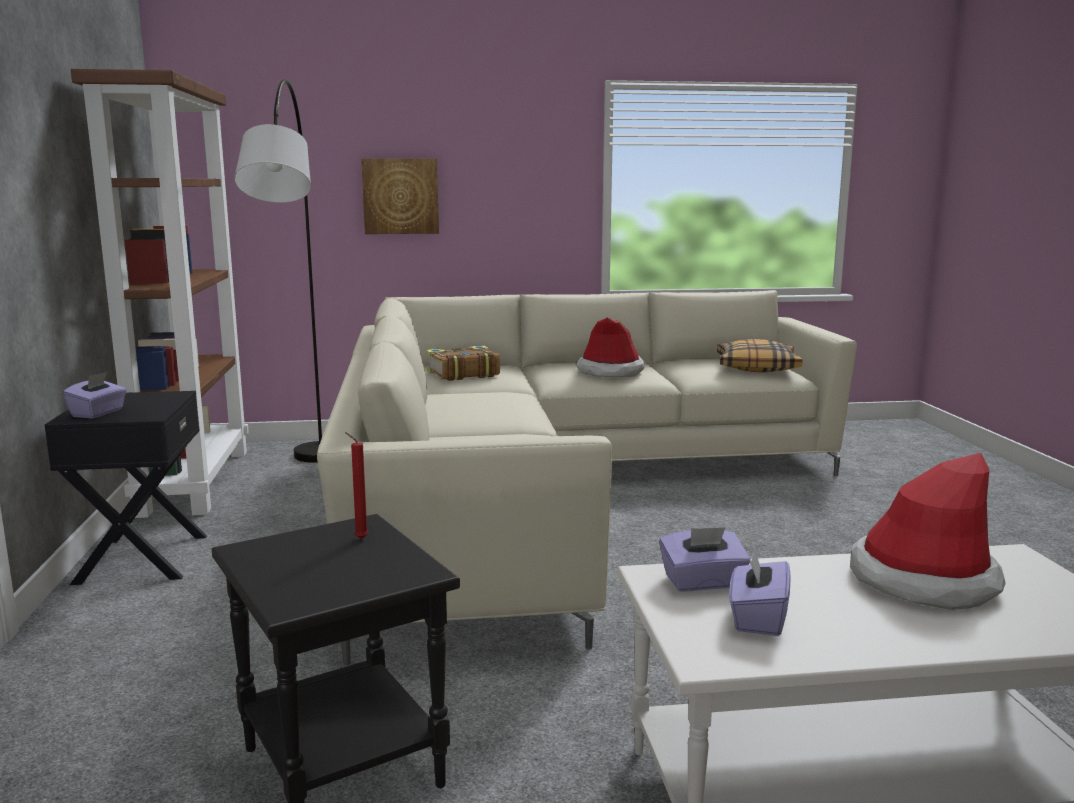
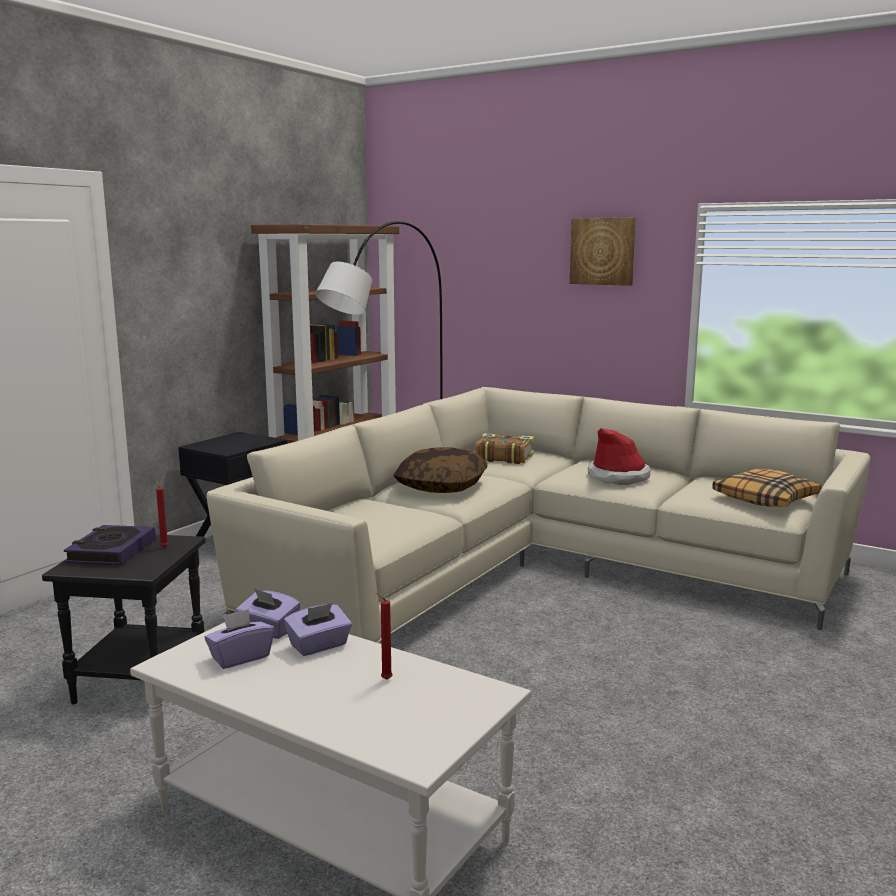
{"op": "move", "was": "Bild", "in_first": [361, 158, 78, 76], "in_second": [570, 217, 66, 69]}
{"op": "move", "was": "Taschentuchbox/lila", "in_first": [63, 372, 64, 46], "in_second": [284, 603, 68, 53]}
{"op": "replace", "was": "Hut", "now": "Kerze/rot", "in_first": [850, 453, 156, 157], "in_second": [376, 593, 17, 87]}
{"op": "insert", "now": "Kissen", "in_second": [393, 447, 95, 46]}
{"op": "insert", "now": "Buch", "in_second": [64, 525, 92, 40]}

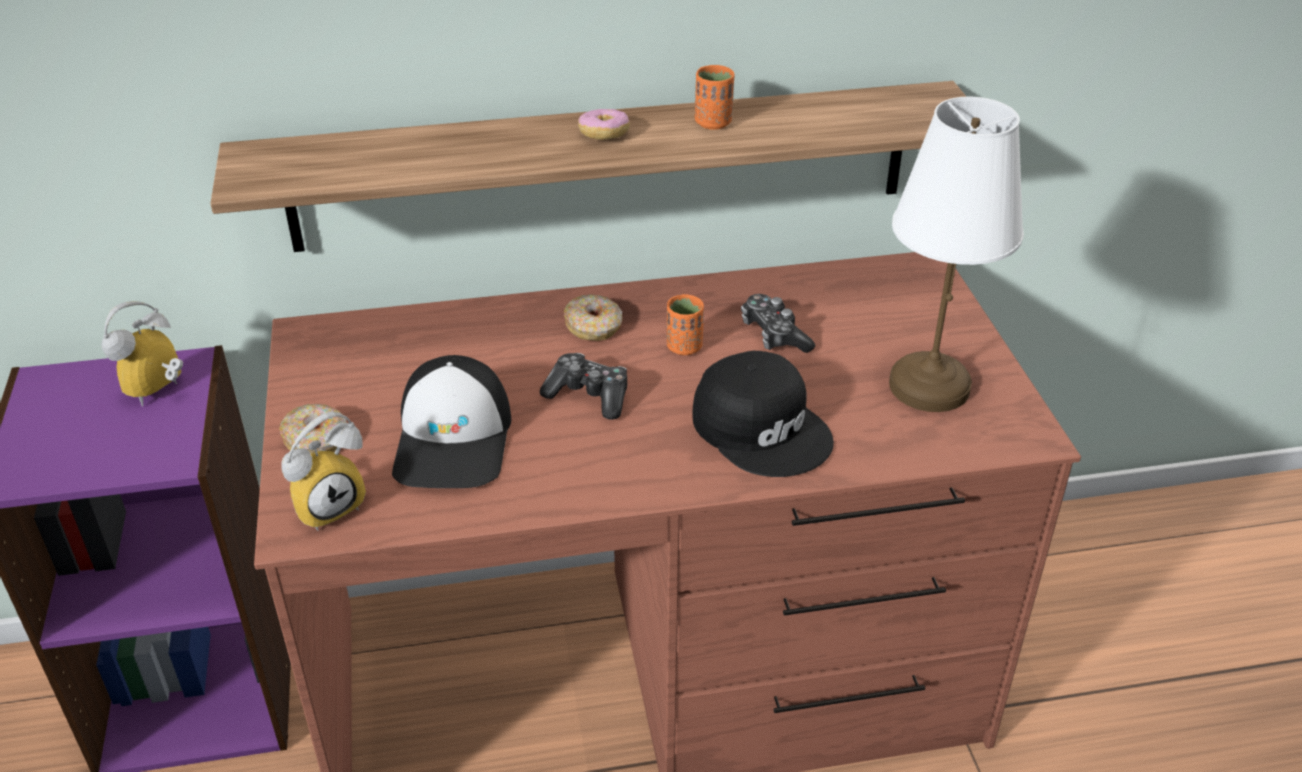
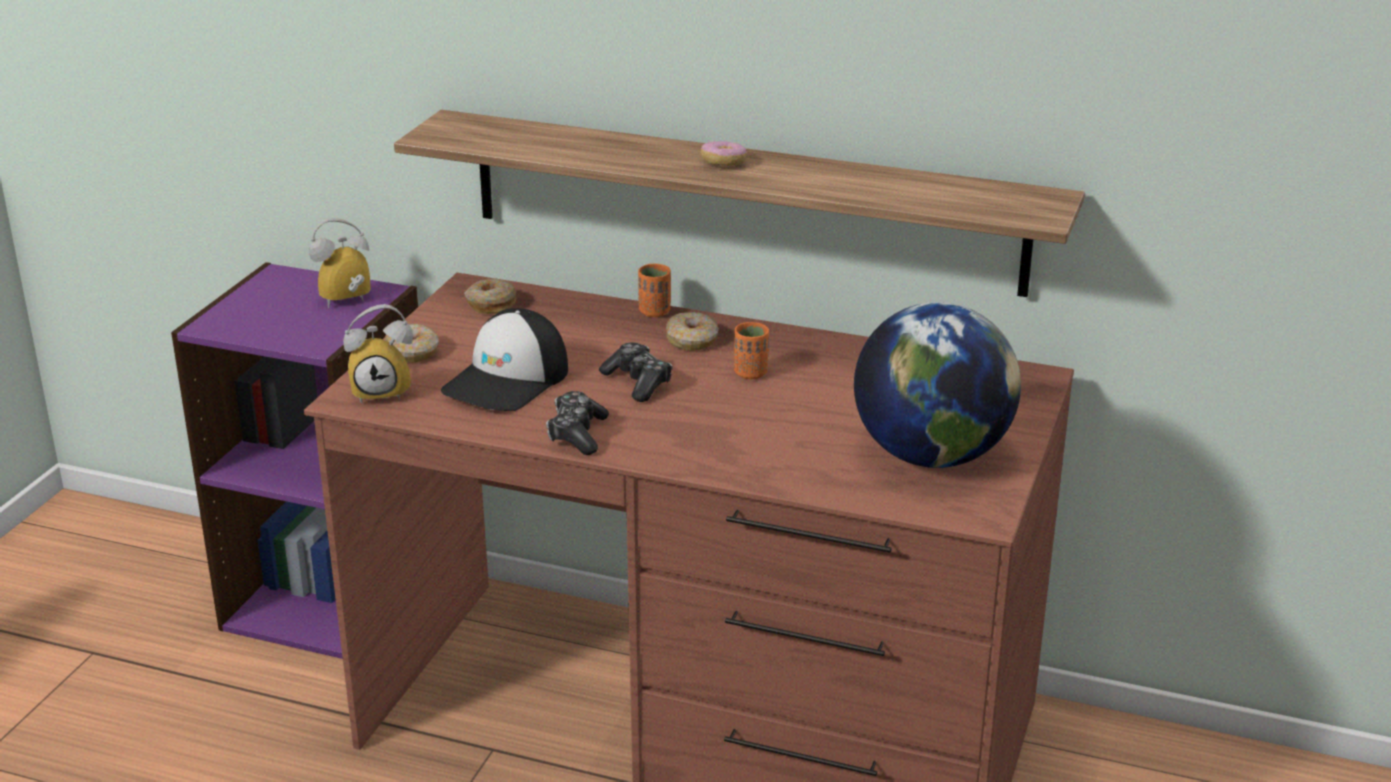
{"op": "move", "was": "Tasse/orange", "in_first": [695, 65, 40, 65], "in_second": [638, 264, 33, 53]}
{"op": "replace", "was": "Tischlampe/weiß", "now": "Globus", "in_first": [889, 97, 135, 315], "in_second": [854, 302, 167, 166]}
{"op": "move", "was": "Gamepad", "in_first": [741, 294, 74, 59], "in_second": [546, 391, 63, 64]}
{"op": "delete", "was": "Kappe/schwarz", "in_first": [692, 351, 142, 126]}
{"op": "insert", "now": "Donut", "in_second": [464, 279, 53, 35]}

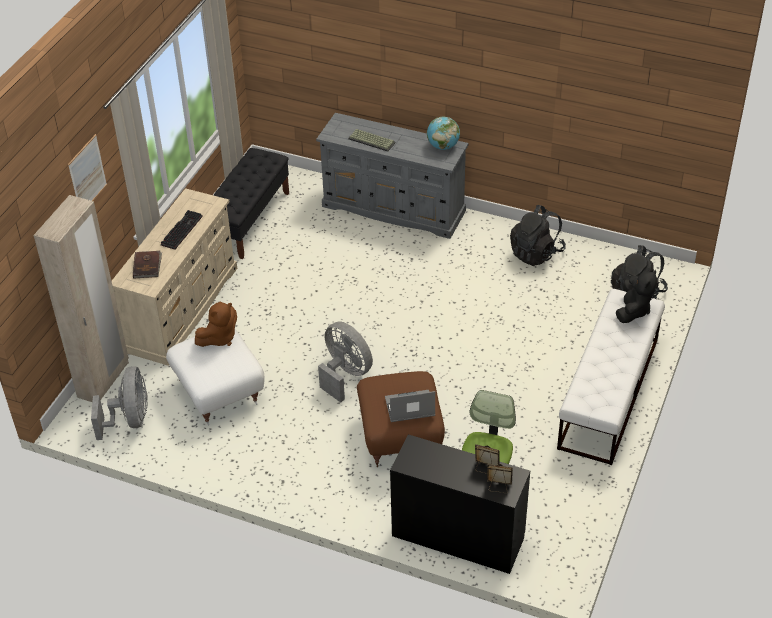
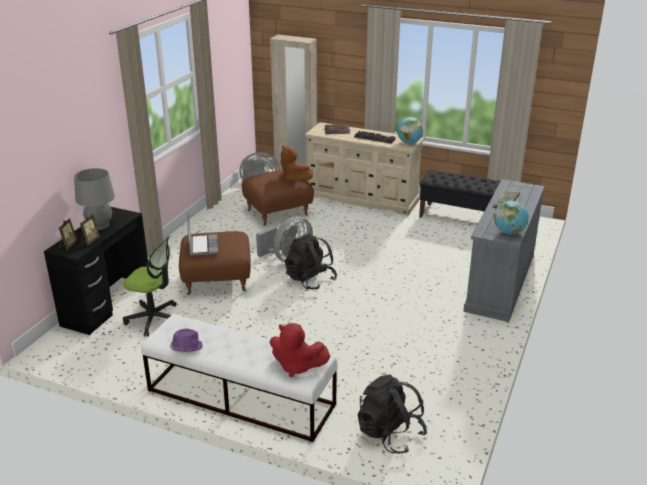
{"op": "delete", "was": "Bild", "in_first": [68, 134, 39, 67]}
{"op": "move", "was": "Rucksack/schwarz", "in_first": [510, 205, 56, 61], "in_second": [285, 233, 52, 57]}
{"op": "recolor", "was": "Plüschtier/schwarz", "now": "Plüschtier/rot", "in_first": [616, 269, 41, 54], "in_second": [270, 323, 61, 54]}
{"op": "recolor", "was": "Polsterhocker/weiß", "now": "Polsterhocker/braun", "in_first": [166, 330, 99, 96], "in_second": [242, 169, 72, 57]}
{"op": "insert", "now": "Globus", "in_second": [397, 117, 26, 27]}
{"op": "insert", "now": "Tischlampe/grau", "in_second": [74, 168, 41, 62]}
{"op": "insert", "now": "Hut/lila", "in_second": [170, 328, 33, 24]}

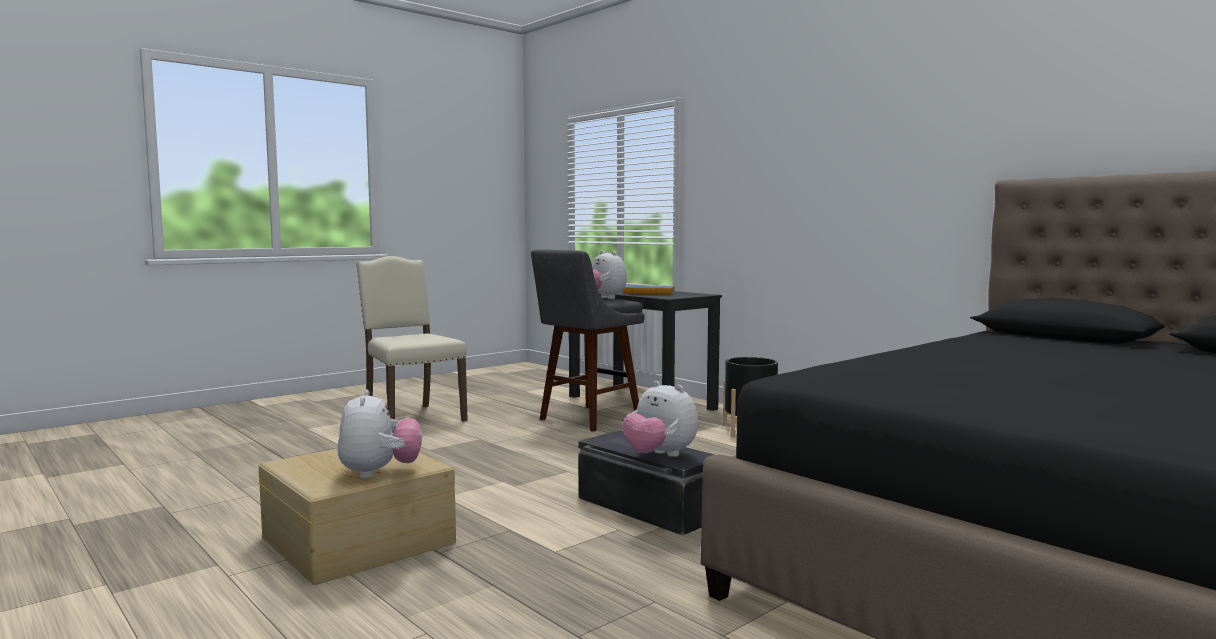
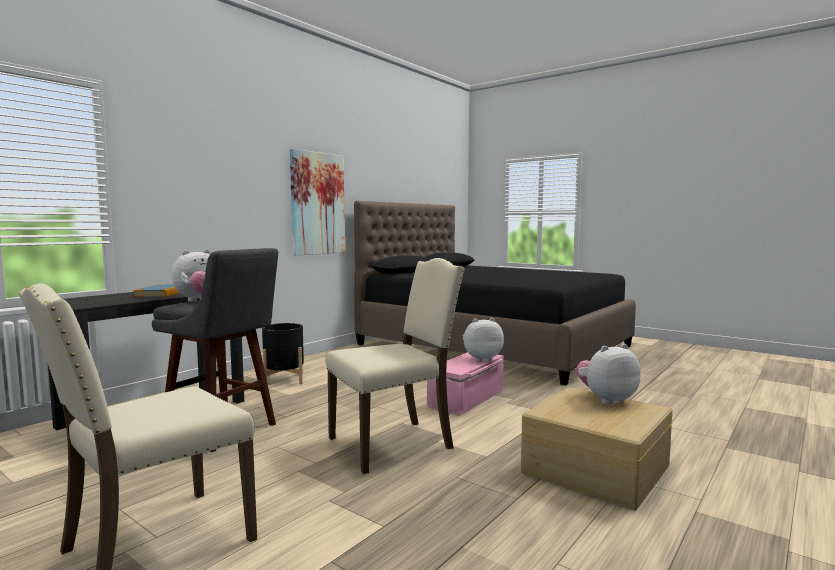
{"op": "rotate", "was": "Plüschtier", "in_first": [622, 381, 76, 76], "in_second": [463, 318, 41, 44], "clockwise": -135}
{"op": "recolor", "was": "Aufbewahrungsbox/schwarz", "now": "Aufbewahrungsbox/rosa", "in_first": [578, 430, 137, 105], "in_second": [427, 352, 77, 63]}
{"op": "insert", "now": "Bild", "in_second": [290, 149, 55, 107]}
{"op": "insert", "now": "Stuhl/beige", "in_second": [326, 258, 139, 216]}

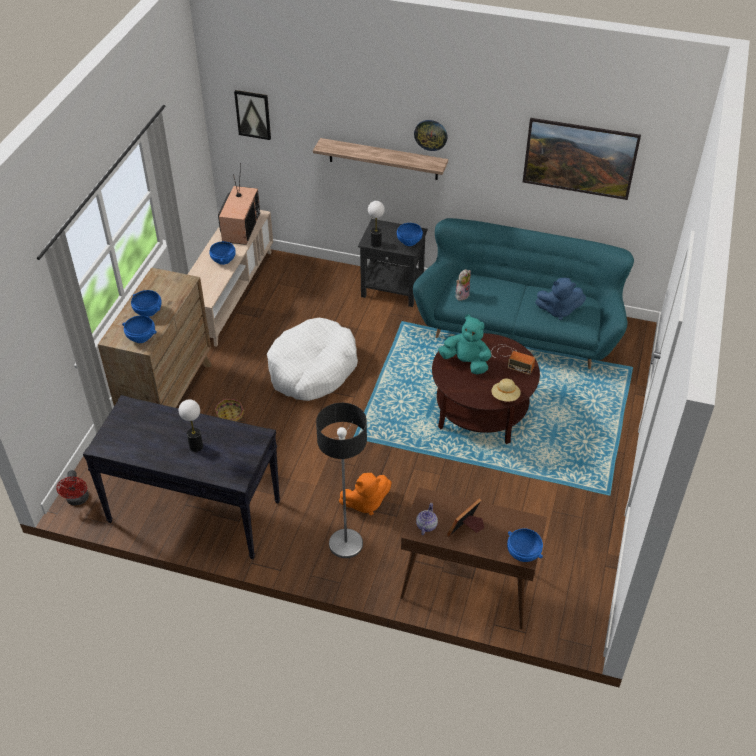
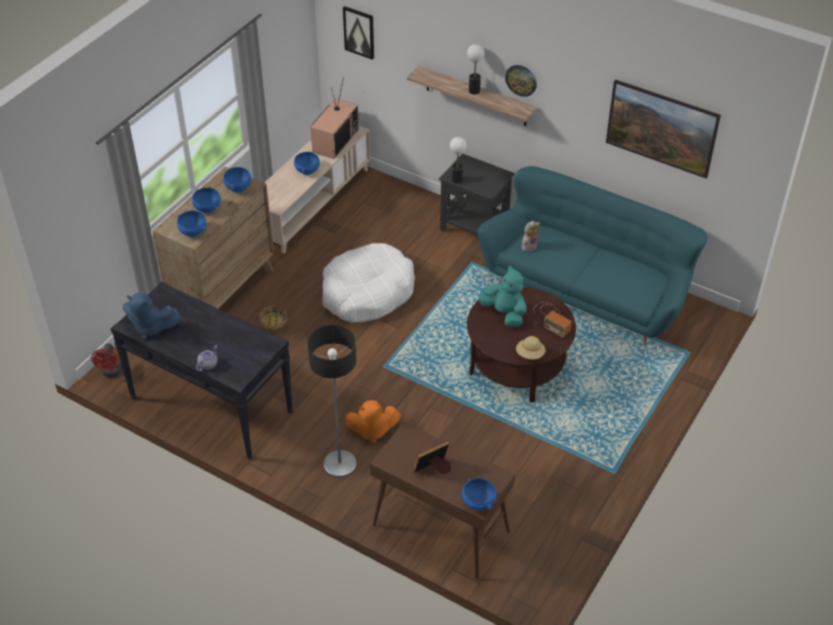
{"op": "move", "was": "Schüssel/blau", "in_first": [397, 223, 26, 23], "in_second": [223, 167, 28, 26]}
{"op": "move", "was": "Plüschtier/blau", "in_first": [535, 278, 51, 42], "in_second": [123, 292, 57, 47]}
{"op": "move", "was": "Tischlampe", "in_first": [179, 399, 24, 53], "in_second": [467, 44, 18, 51]}
{"op": "move", "was": "Teekanne", "in_first": [416, 503, 22, 32], "in_second": [196, 345, 21, 26]}

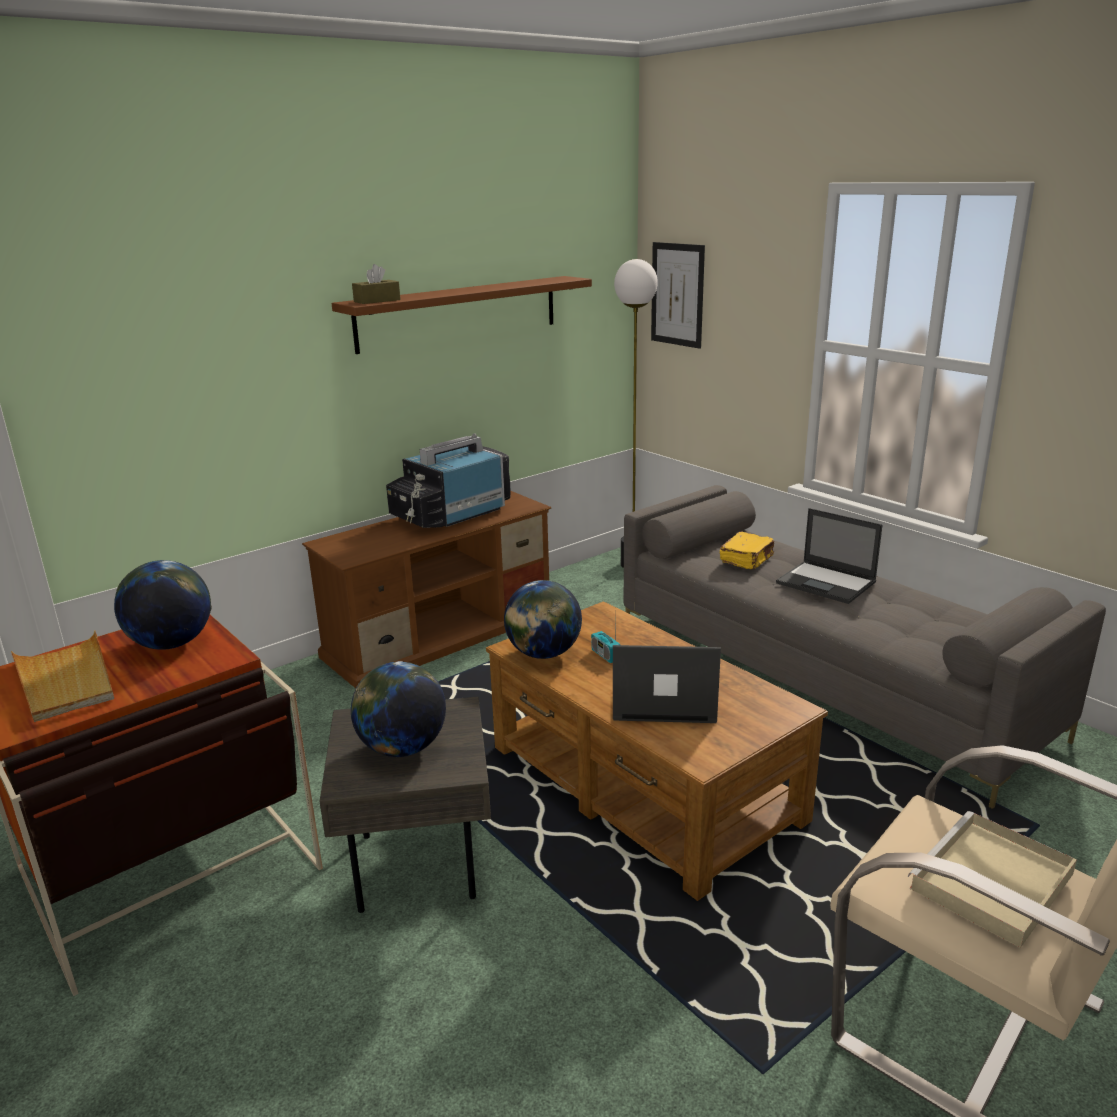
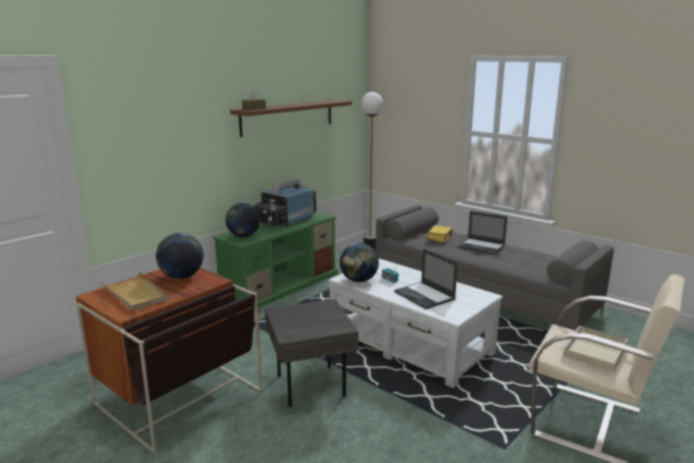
{"op": "delete", "was": "Bild", "in_first": [651, 242, 54, 107]}
{"op": "recolor", "was": "Fernsehschrank/braun", "now": "Fernsehschrank/grün", "in_first": [302, 491, 249, 197], "in_second": [212, 212, 126, 98]}
{"op": "recolor", "was": "Couchtisch/braun", "now": "Couchtisch/weiß", "in_first": [486, 601, 342, 300], "in_second": [328, 258, 175, 130]}
{"op": "rotate", "was": "Laptop", "in_first": [613, 645, 108, 78], "in_second": [394, 249, 64, 60], "clockwise": -120}
{"op": "move", "was": "Globus", "in_first": [351, 661, 95, 96], "in_second": [226, 203, 34, 34]}

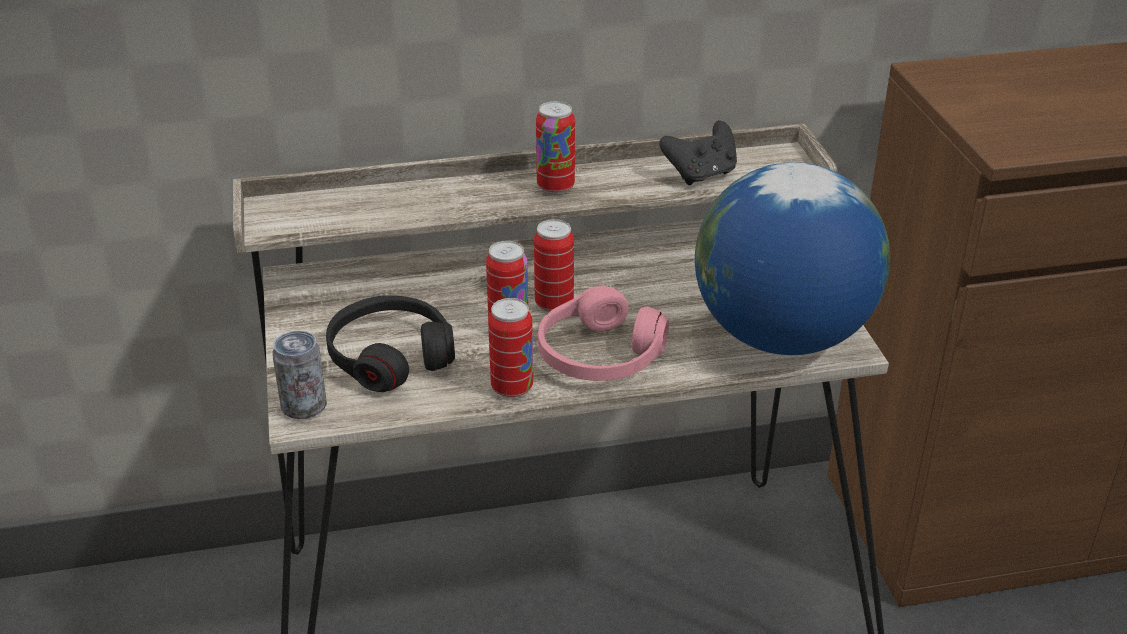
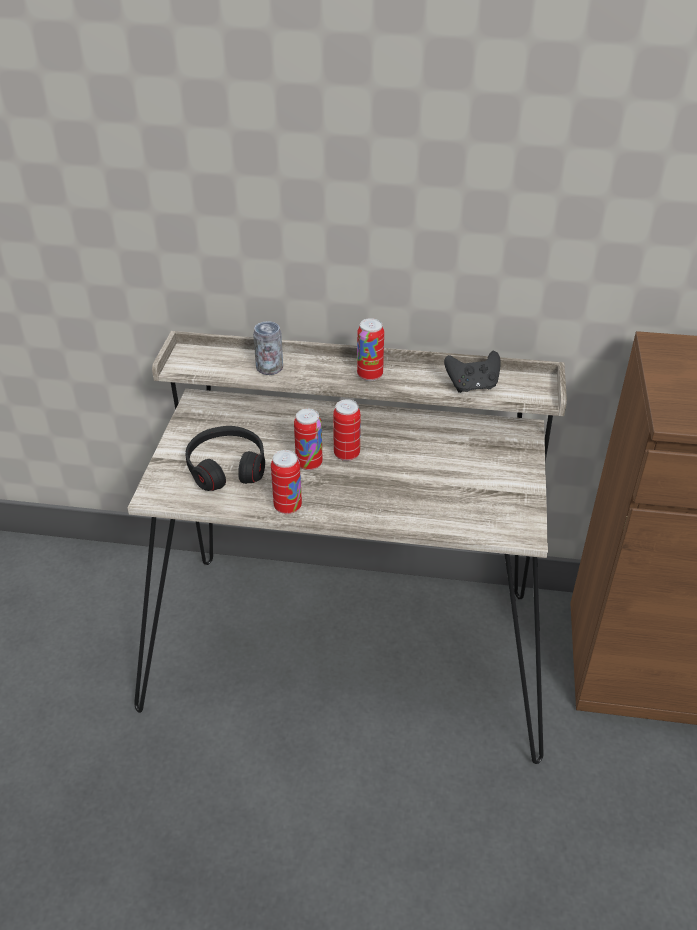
{"op": "delete", "was": "Globus", "in_first": [695, 162, 195, 193]}
{"op": "delete", "was": "Kopfhörer/rosa", "in_first": [538, 286, 131, 95]}
{"op": "move", "was": "Dose", "in_first": [272, 331, 55, 88], "in_second": [253, 321, 30, 54]}

